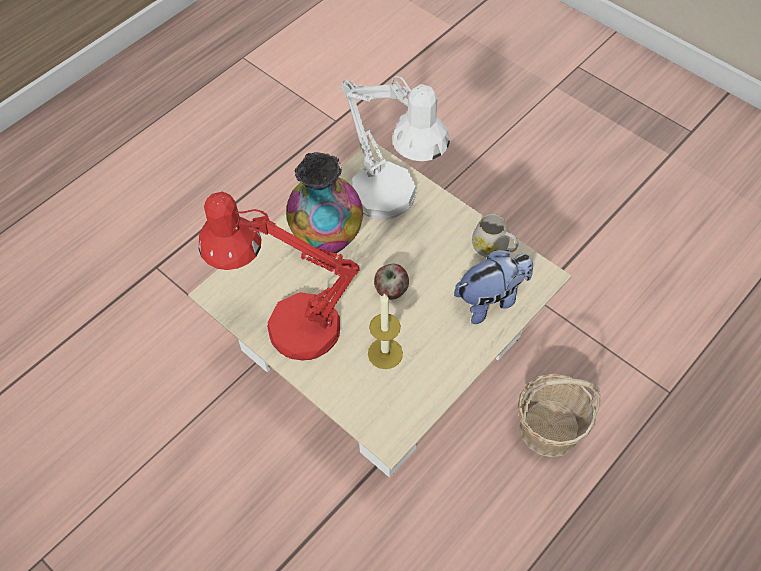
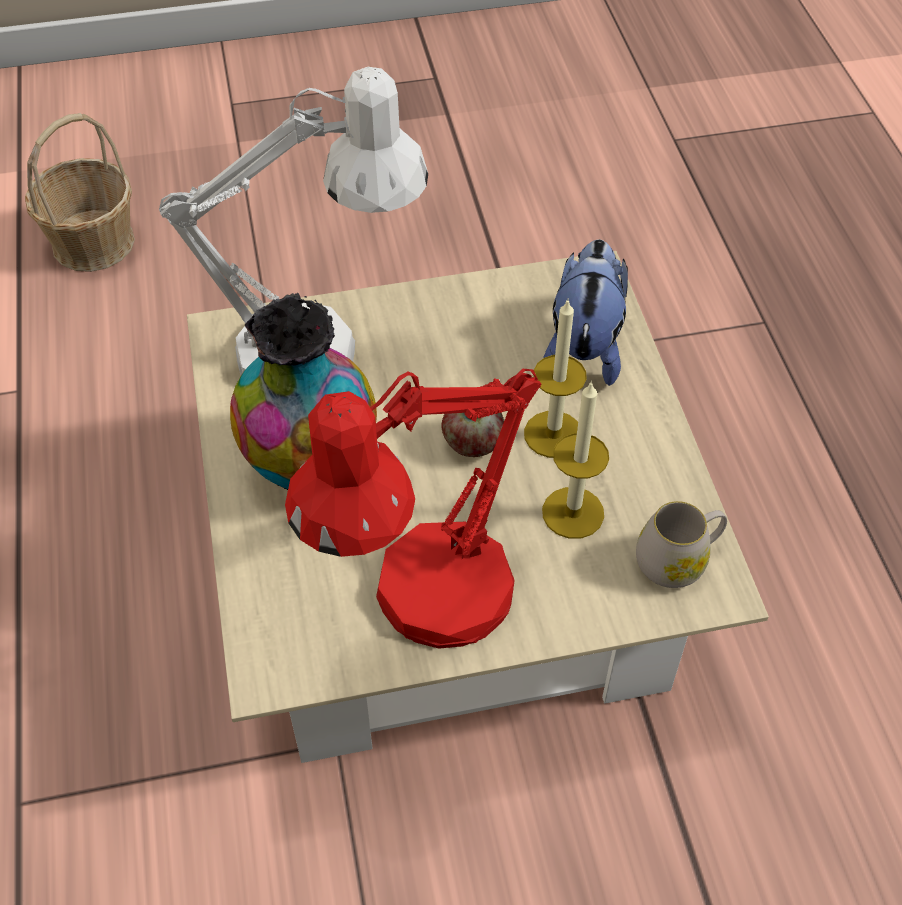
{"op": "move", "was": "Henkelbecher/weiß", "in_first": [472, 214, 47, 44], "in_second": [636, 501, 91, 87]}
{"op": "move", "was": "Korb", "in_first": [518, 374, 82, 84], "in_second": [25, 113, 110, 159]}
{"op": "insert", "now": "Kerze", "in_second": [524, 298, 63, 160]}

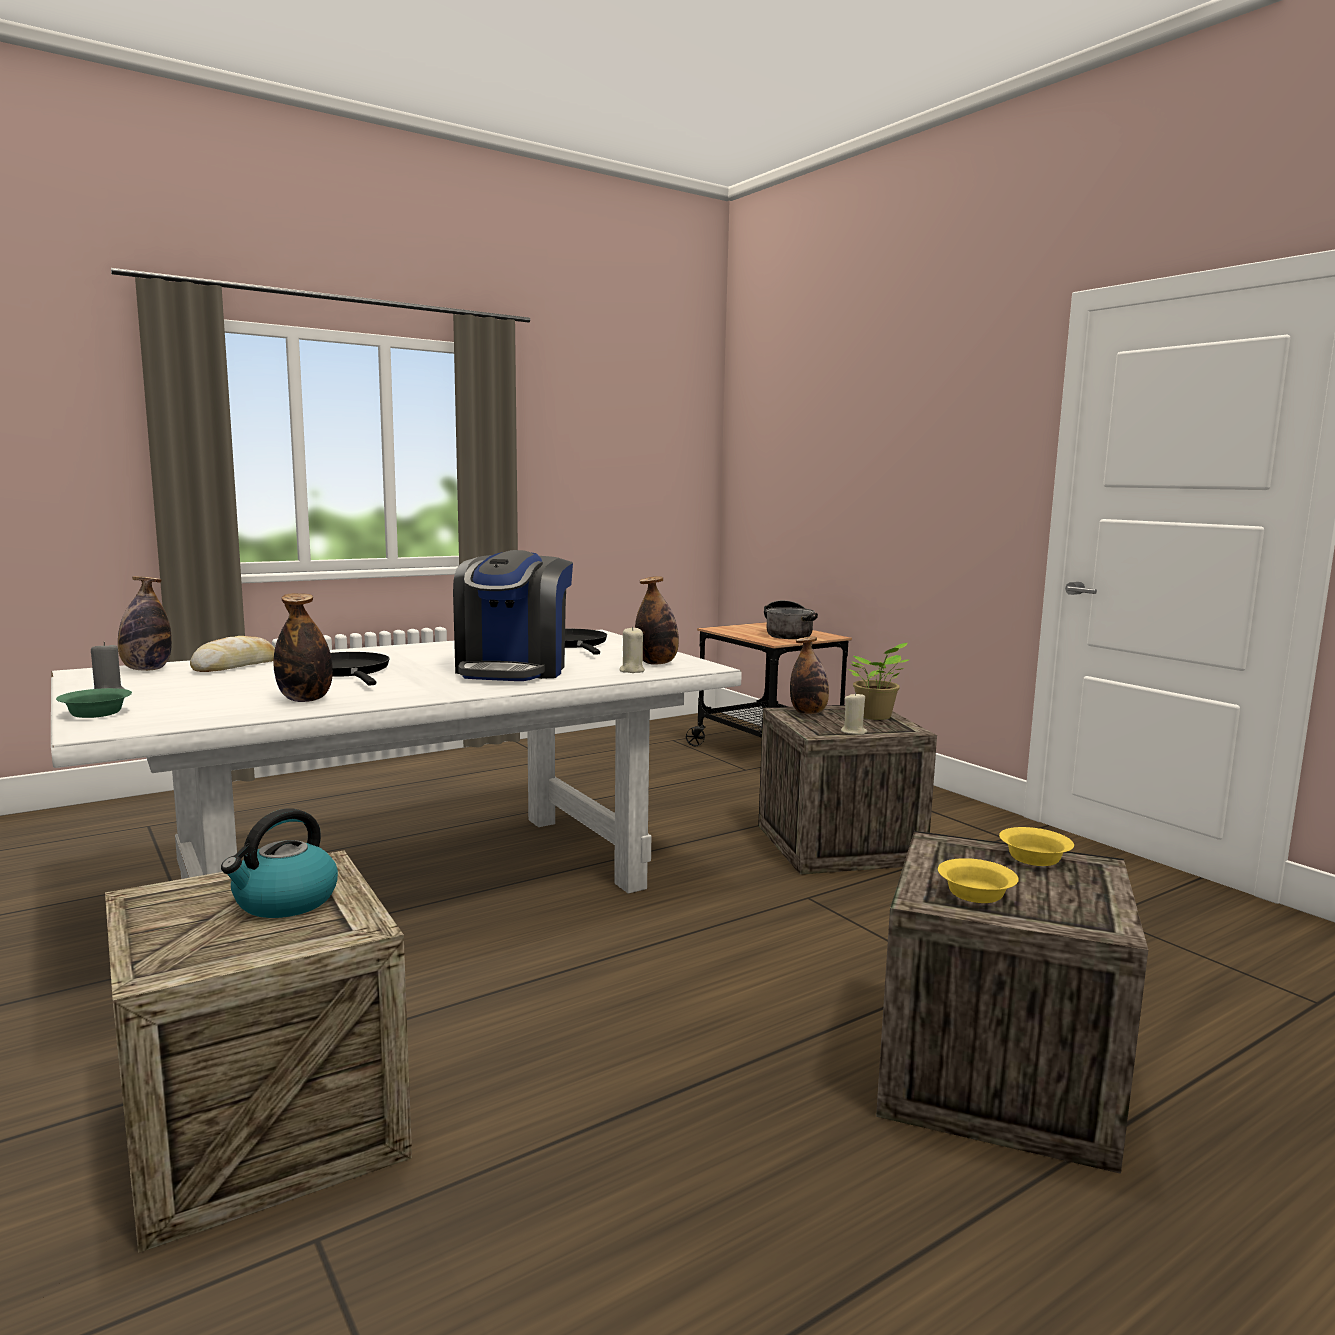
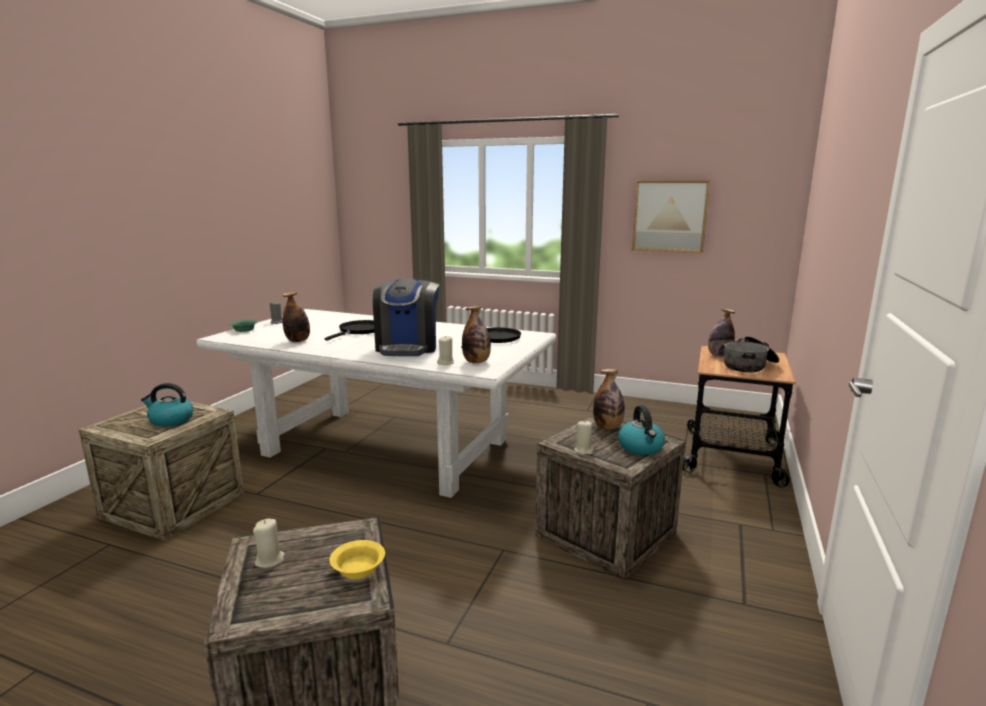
{"op": "rotate", "was": "Kaffeemaschine", "in_first": [453, 550, 120, 131], "in_second": [373, 278, 66, 78], "clockwise": -60}
{"op": "move", "was": "Flasche", "in_first": [118, 576, 54, 95], "in_second": [708, 308, 27, 49]}
{"op": "delete", "was": "Brot", "in_first": [190, 636, 85, 36]}
{"op": "replace", "was": "Topfpflanze", "now": "Wasserkessel", "in_first": [847, 642, 63, 78], "in_second": [618, 405, 47, 50]}
{"op": "replace", "was": "Schüssel/gelb", "now": "Kerze/beige", "in_first": [938, 858, 81, 45], "in_second": [253, 519, 32, 49]}
{"op": "insert", "now": "Bild", "in_second": [632, 180, 78, 73]}

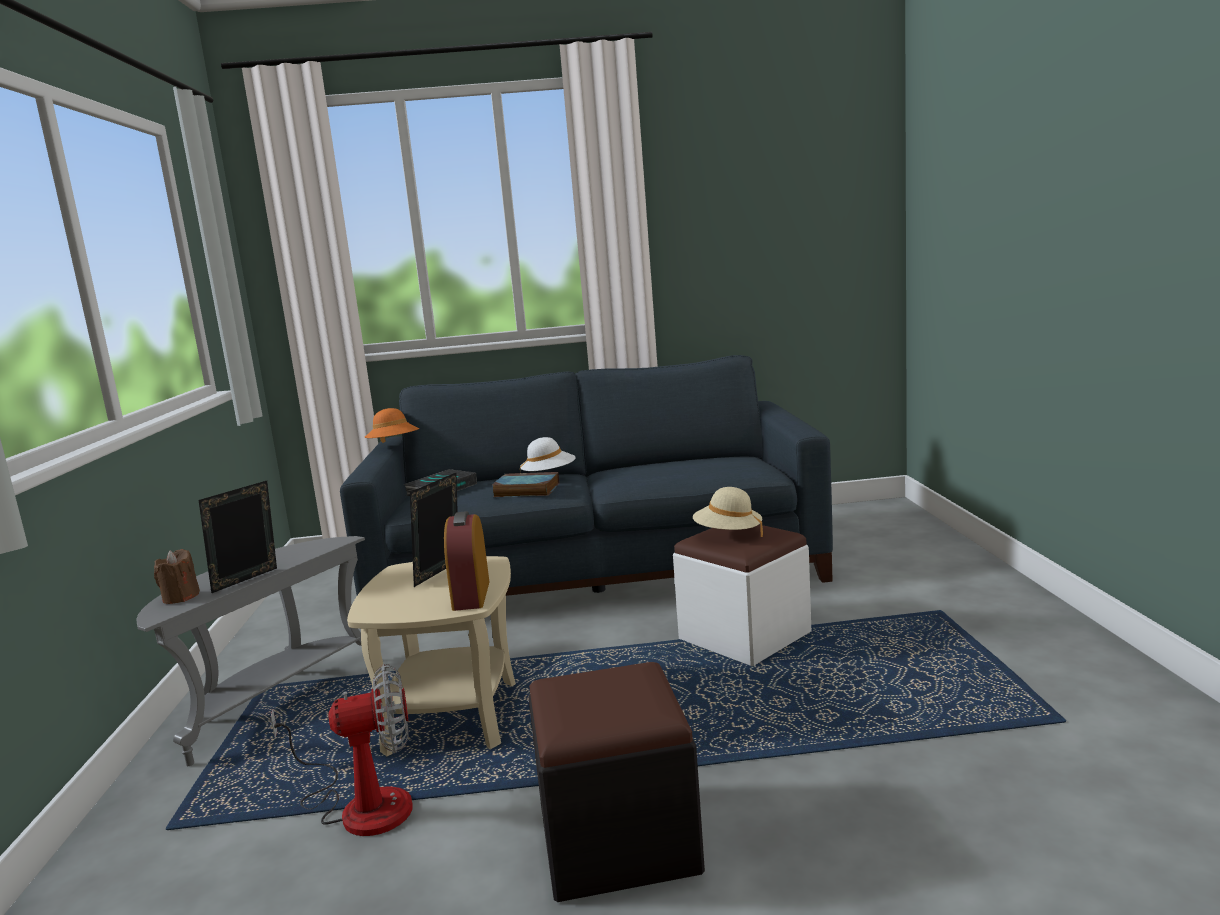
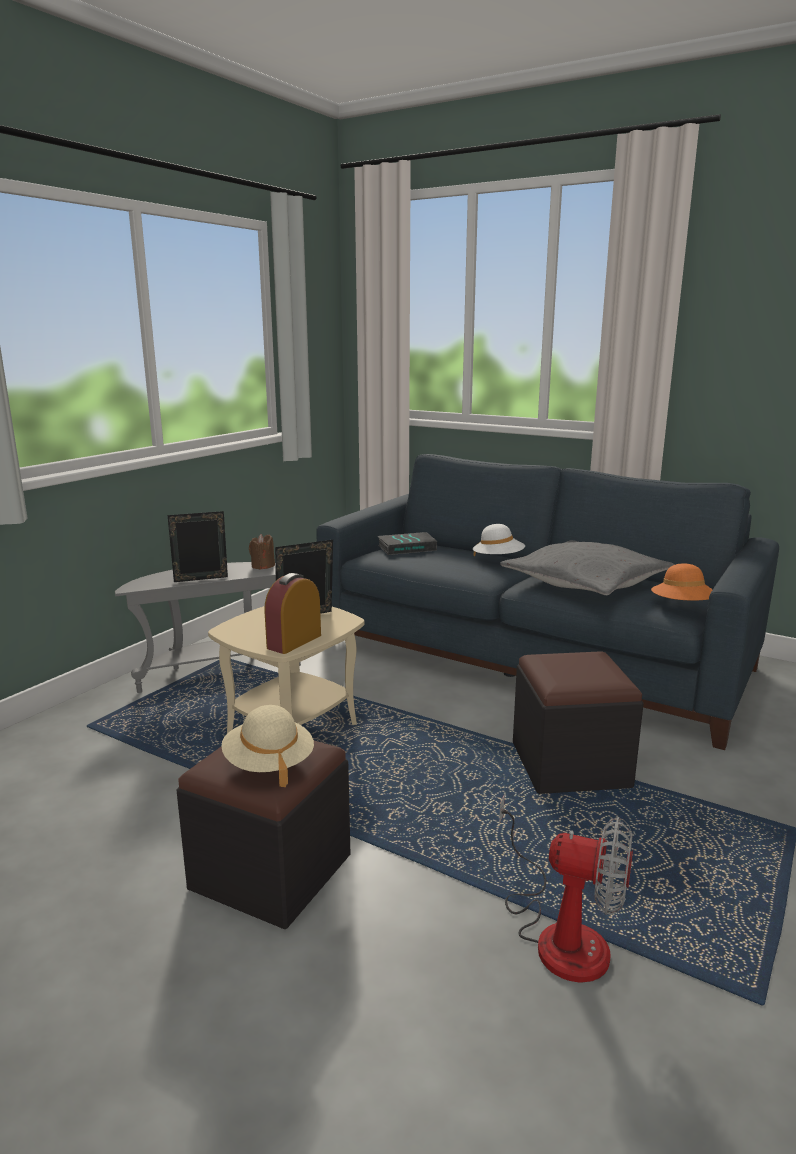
{"op": "move", "was": "Hut/orange", "in_first": [365, 408, 54, 35], "in_second": [651, 563, 62, 38]}
{"op": "delete", "was": "Buch", "in_first": [492, 472, 67, 25]}
{"op": "move", "was": "Hut/beige", "in_first": [693, 487, 70, 50], "in_second": [221, 705, 93, 82]}
{"op": "recolor", "was": "Polsterhocker/weiß", "now": "Polsterhocker/schwarz", "in_first": [673, 525, 138, 141], "in_second": [513, 651, 131, 143]}
{"op": "move", "was": "Kerze/braun", "in_first": [154, 549, 46, 55], "in_second": [249, 534, 26, 36]}
{"op": "move", "was": "Ventilator", "in_first": [271, 664, 142, 172], "in_second": [499, 795, 134, 188]}
{"op": "insert", "now": "Kissen/grau", "in_second": [500, 540, 175, 55]}

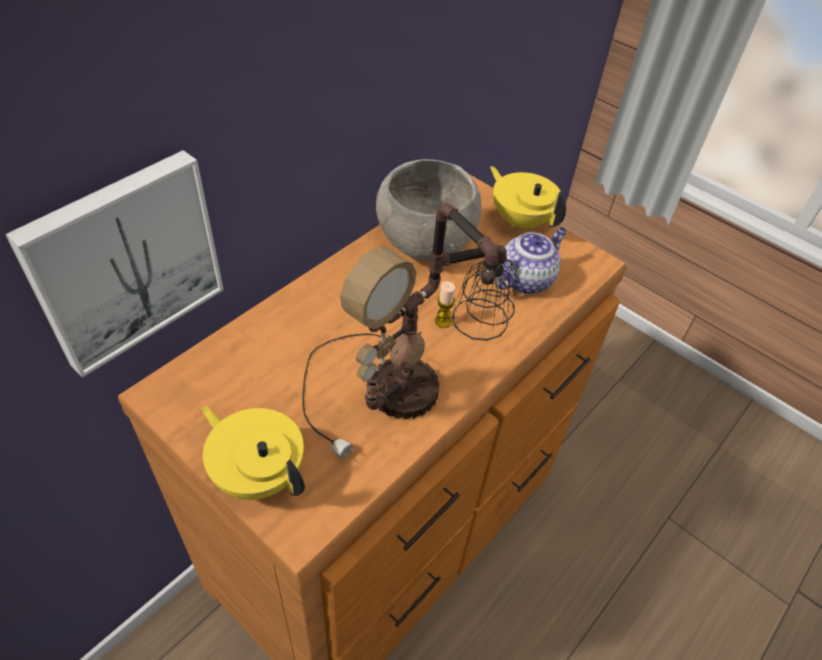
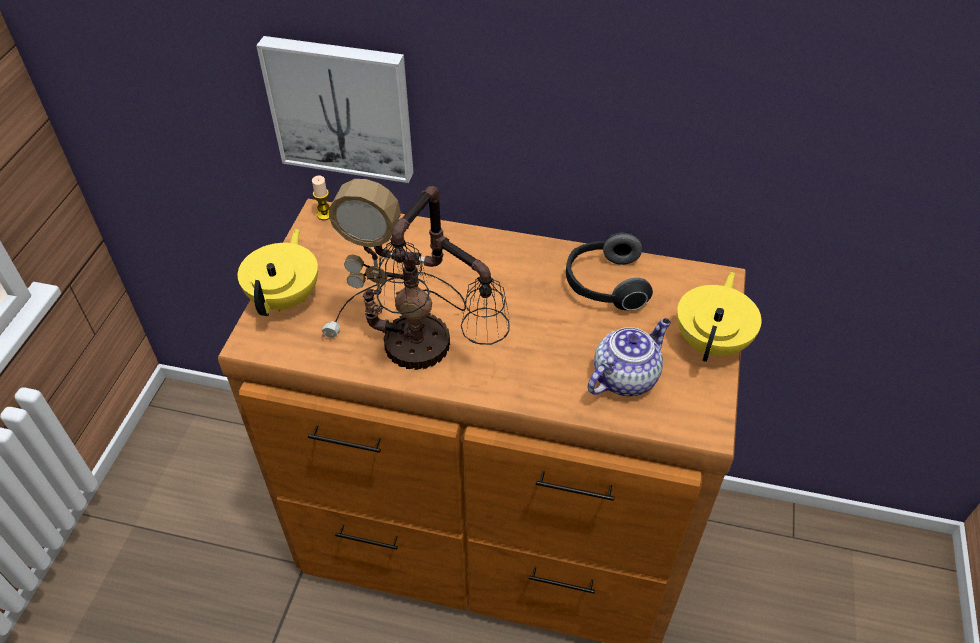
{"op": "replace", "was": "Schüssel/grau", "now": "Kopfhörer", "in_first": [376, 159, 105, 102], "in_second": [566, 232, 87, 78]}
{"op": "rotate", "was": "Teekanne", "in_first": [496, 227, 71, 67], "in_second": [588, 318, 83, 78], "clockwise": -60}
{"op": "move", "was": "Kerze", "in_first": [435, 281, 20, 47], "in_second": [312, 175, 17, 45]}

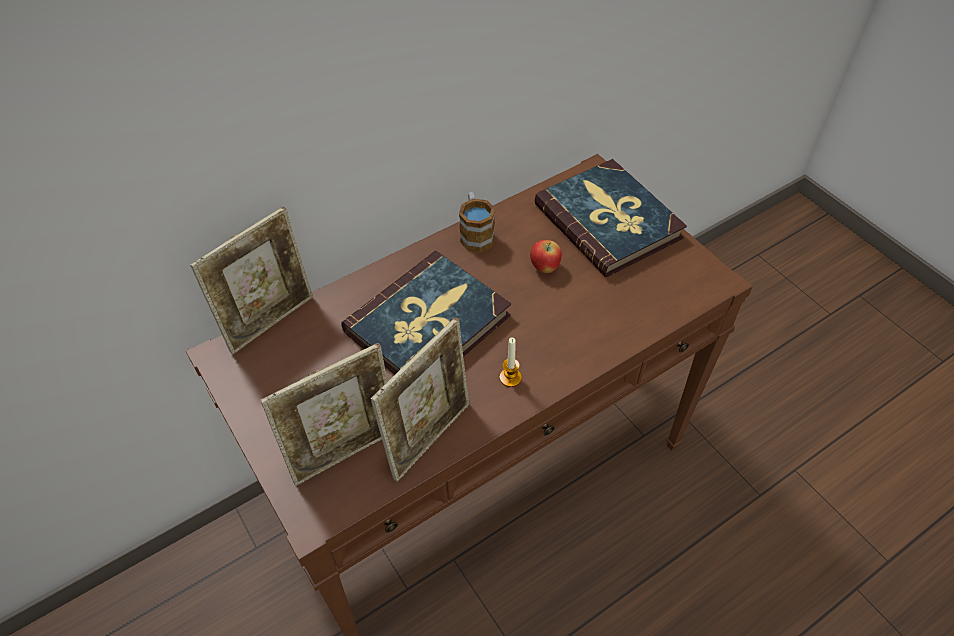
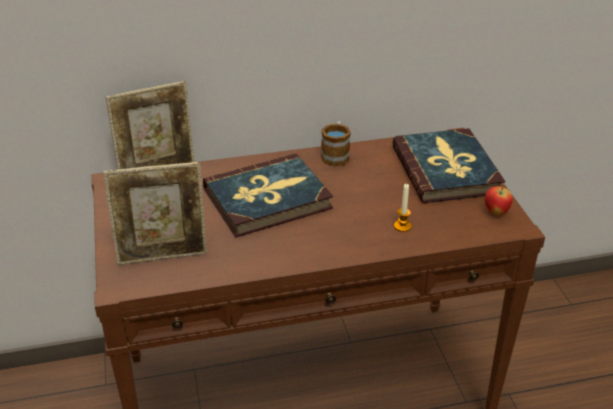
{"op": "move", "was": "Apfel", "in_first": [530, 240, 32, 33], "in_second": [485, 186, 28, 29]}
{"op": "delete", "was": "Bilderrahmen", "in_first": [371, 317, 98, 165]}
{"op": "move", "was": "Kerze", "in_first": [500, 338, 22, 49], "in_second": [394, 184, 18, 48]}

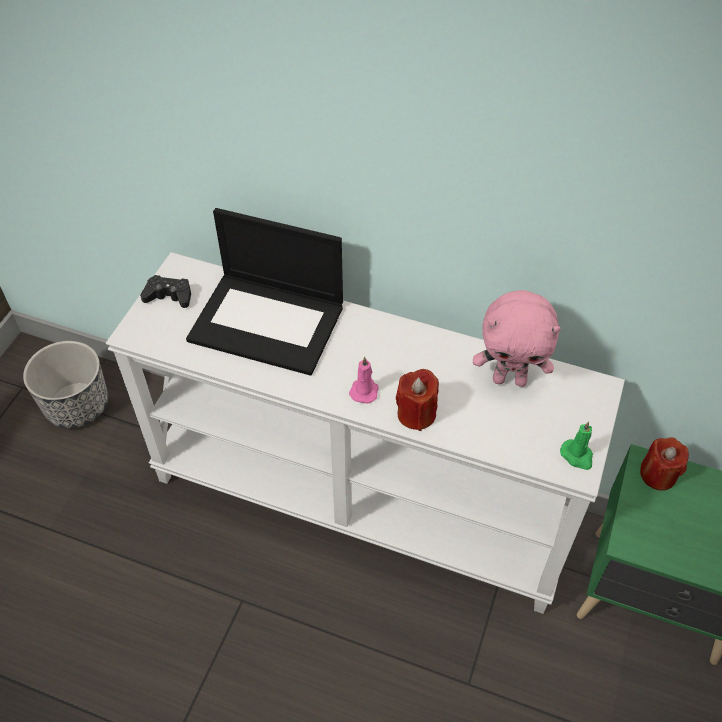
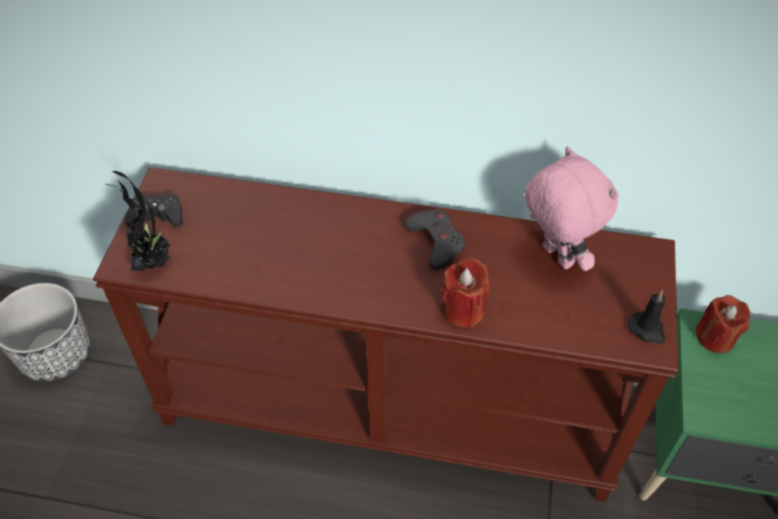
{"op": "delete", "was": "Laptop", "in_first": [186, 208, 157, 168]}
{"op": "recolor", "was": "Konsolentisch/weiß", "now": "Konsolentisch/braun", "in_first": [106, 252, 519, 362], "in_second": [93, 167, 585, 335]}
{"op": "rotate", "was": "Plüschtier/rosa", "in_first": [473, 290, 88, 97], "in_second": [525, 146, 94, 125], "clockwise": -120}
{"op": "delete", "was": "Kerze/rosa", "in_first": [349, 357, 30, 47]}
{"op": "recolor", "was": "Kerze/grün", "now": "Kerze/schwarz", "in_first": [560, 421, 33, 49], "in_second": [627, 290, 38, 54]}
{"op": "insert", "now": "Topfpflanze", "in_second": [106, 171, 64, 100]}
{"op": "insert", "now": "Gamepad/grau", "in_second": [404, 209, 61, 61]}

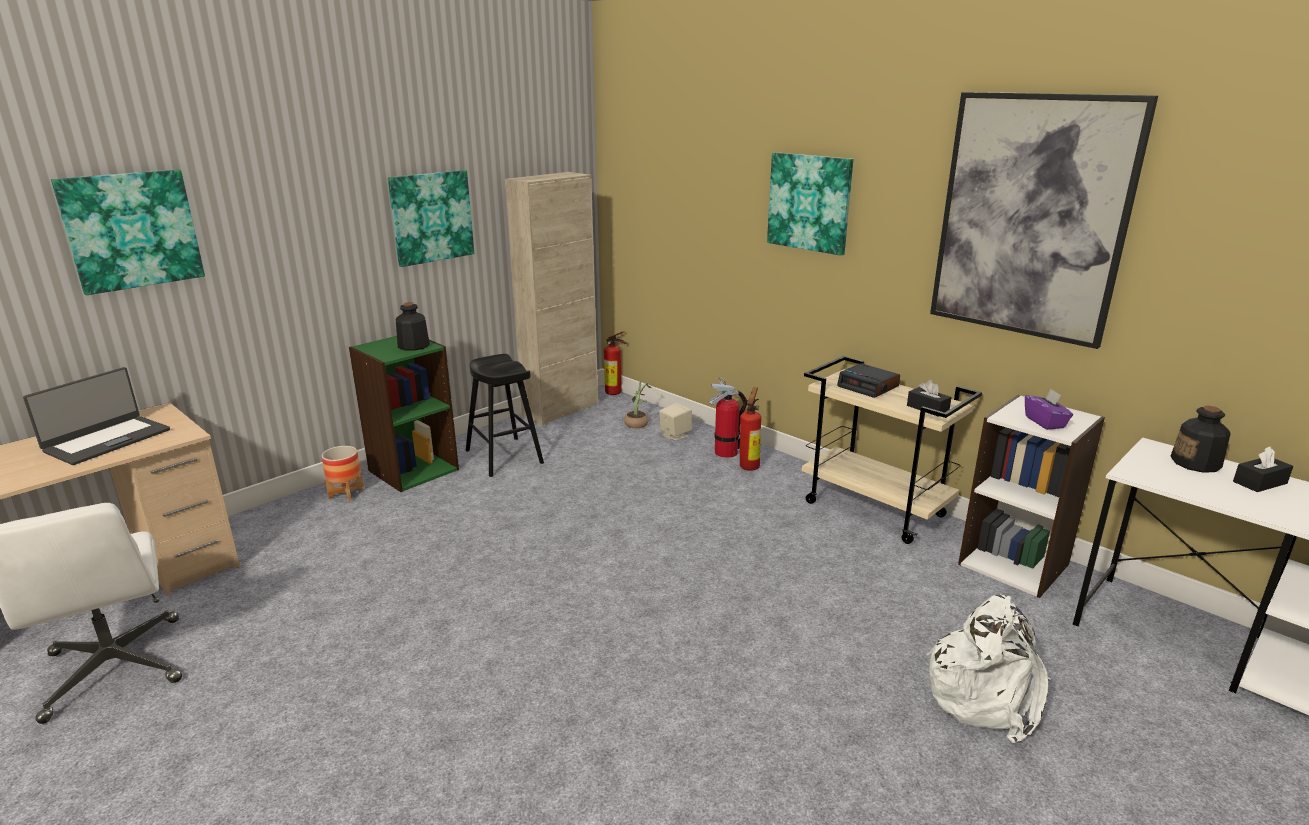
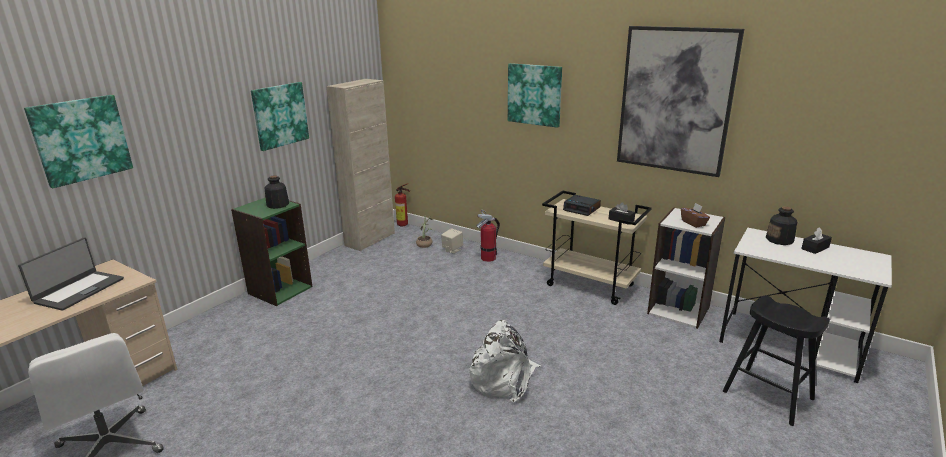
{"op": "move", "was": "Hocker/schwarz", "in_first": [466, 354, 78, 123], "in_second": [723, 296, 107, 130]}
{"op": "delete", "was": "Feuerlöscher", "in_first": [740, 387, 21, 84]}
{"op": "recolor", "was": "Taschentuchbox/lila", "now": "Taschentuchbox/braun", "in_first": [1025, 389, 48, 41], "in_second": [681, 203, 29, 25]}
{"op": "delete", "was": "Pflanzkübel", "in_first": [321, 446, 43, 56]}
{"op": "move", "was": "Rucksack/weiß", "in_first": [927, 594, 124, 149], "in_second": [469, 320, 72, 83]}

